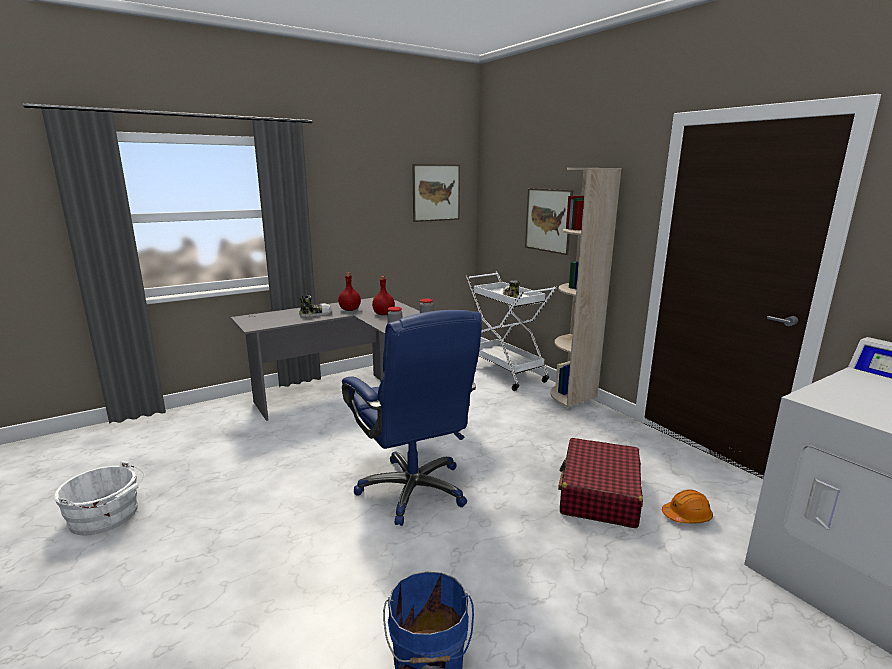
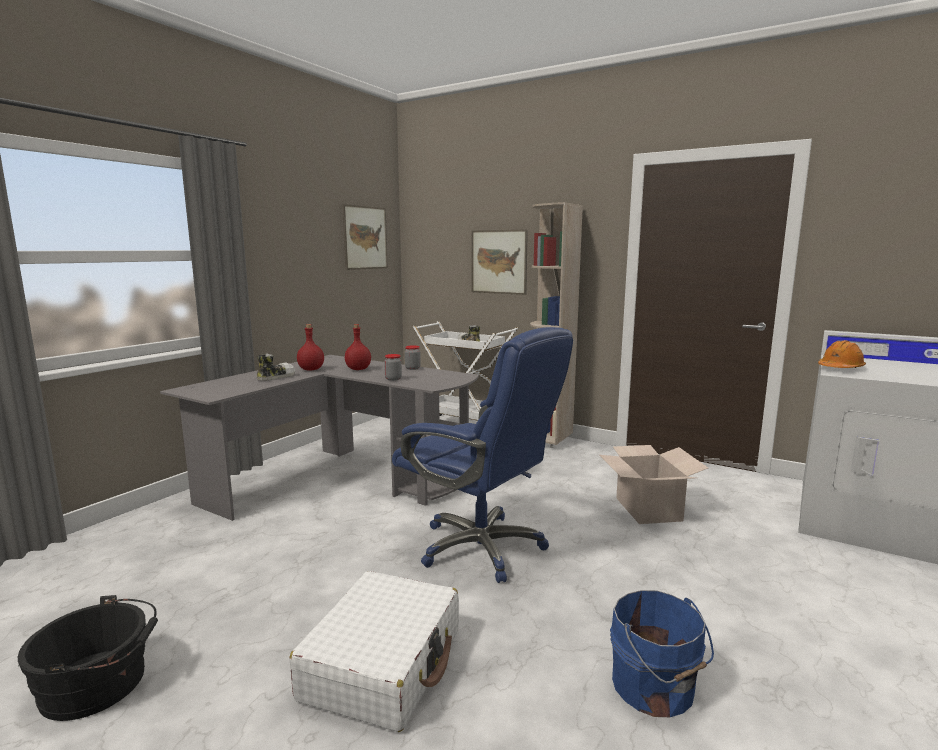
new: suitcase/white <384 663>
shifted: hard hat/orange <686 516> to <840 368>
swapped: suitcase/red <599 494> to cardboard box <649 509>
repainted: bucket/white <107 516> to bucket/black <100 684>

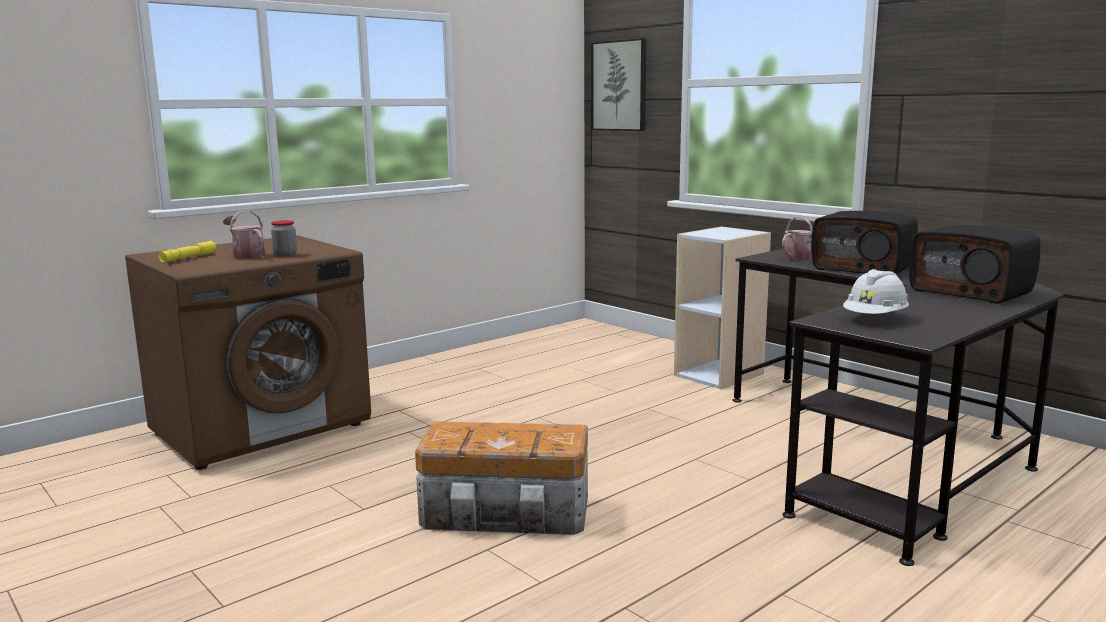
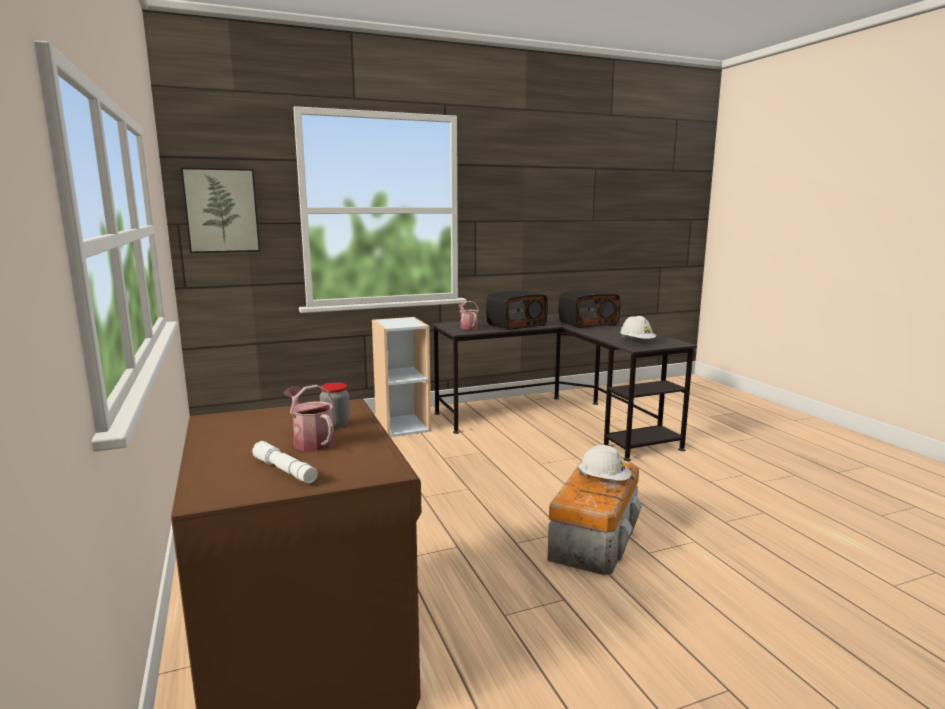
new: hard hat/white <604 480>
repainted: flashlight/yellow <188 258> to flashlight/white <285 470>
rotated: watering can <246 255> = <311 441> 75 degrees clockwise

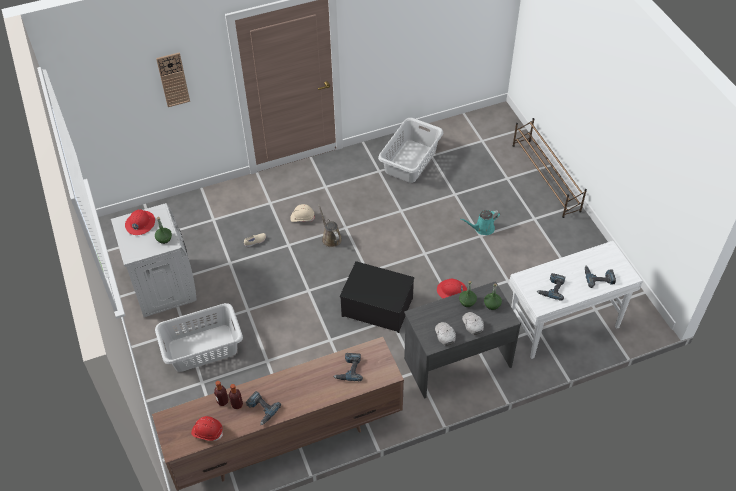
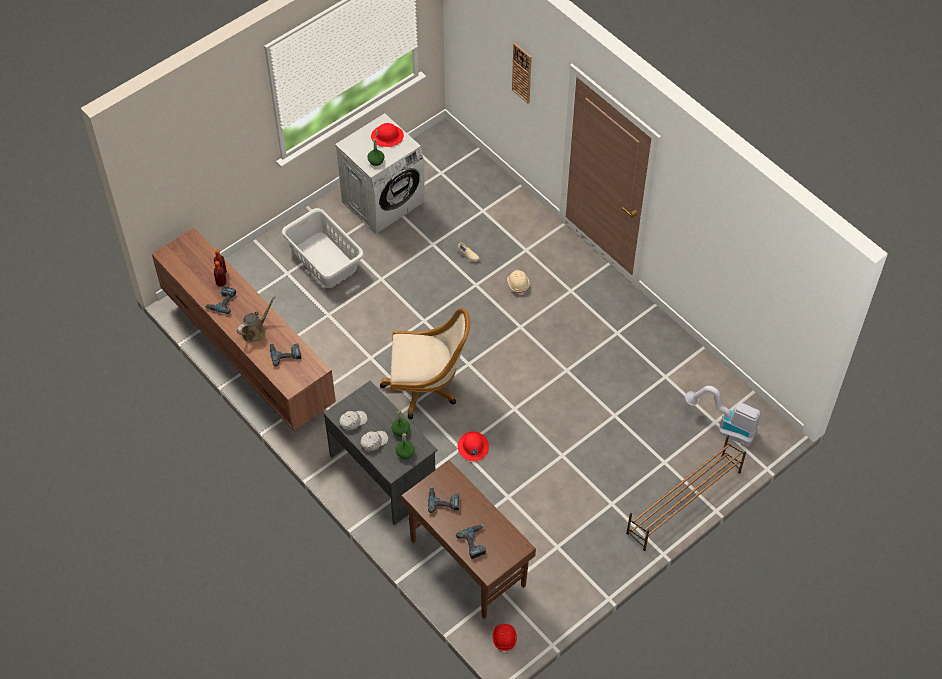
gone: laundry basket/grey <411 161>; watering can/turquoise <482 228>
new: vacuum cleaner <724 427>
shifted: hard hat/red <207 432> to <504 638>; watering can/brown <330 238> to <255 331>
swapped: storage box <378 306> to office chair <426 386>
repainted: console table/white <563 325> to console table/brown <467 563>

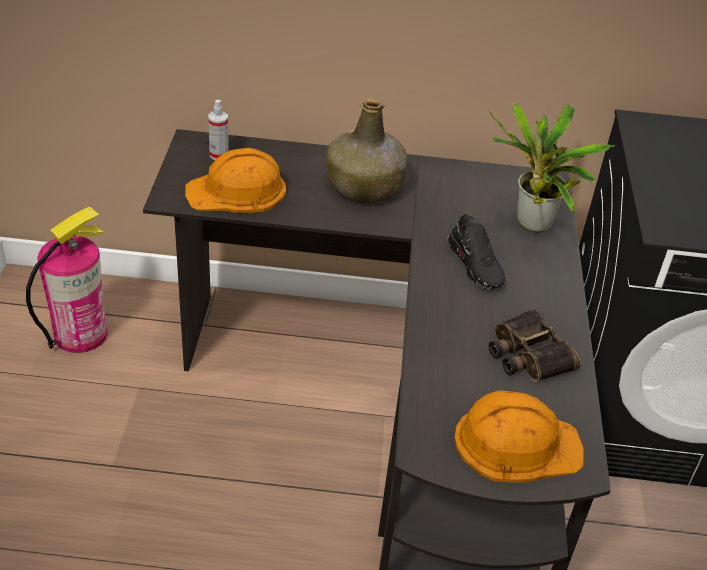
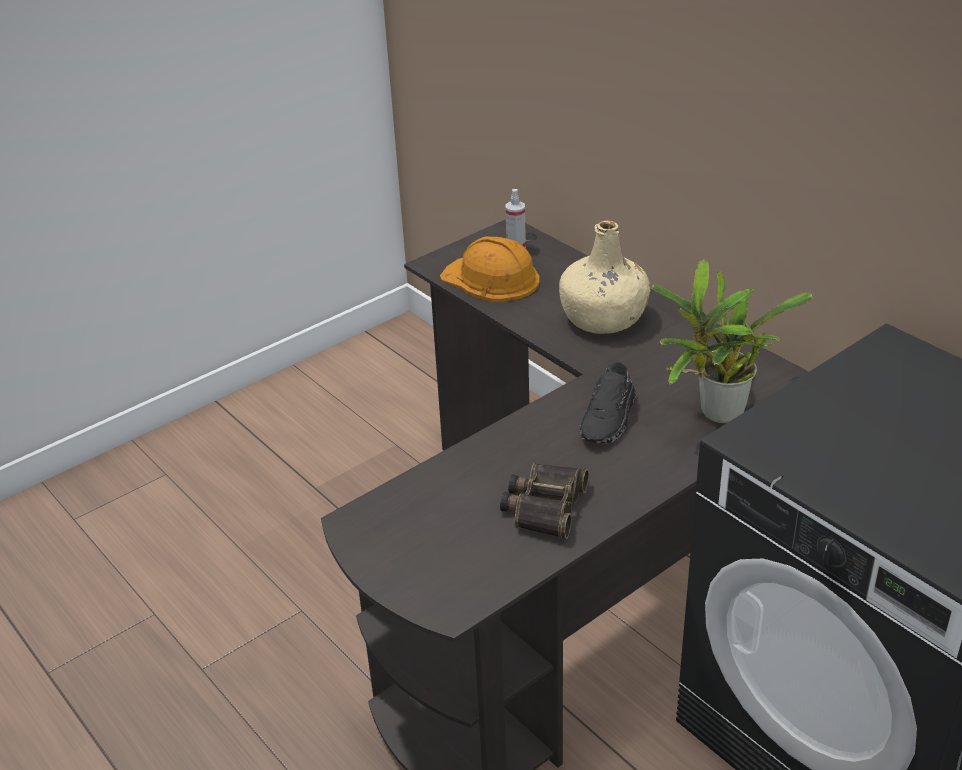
gone: fire extinguisher <80 334>; hard hat/orange <516 443>
repainted: bottle/green <365 187> to bottle/beige <604 318>

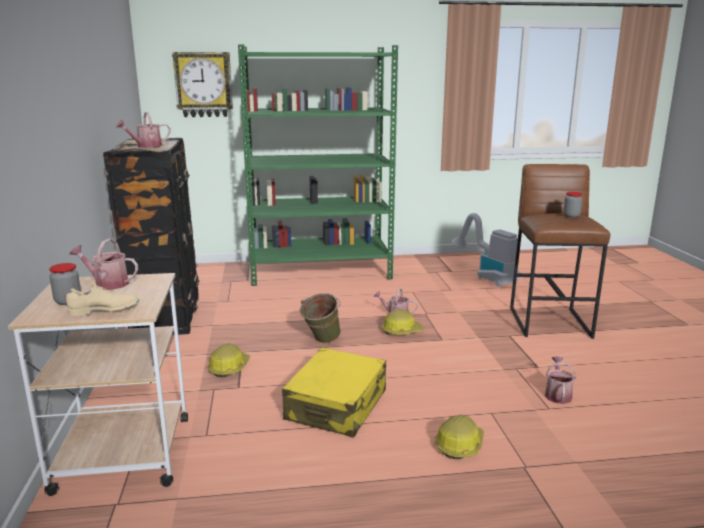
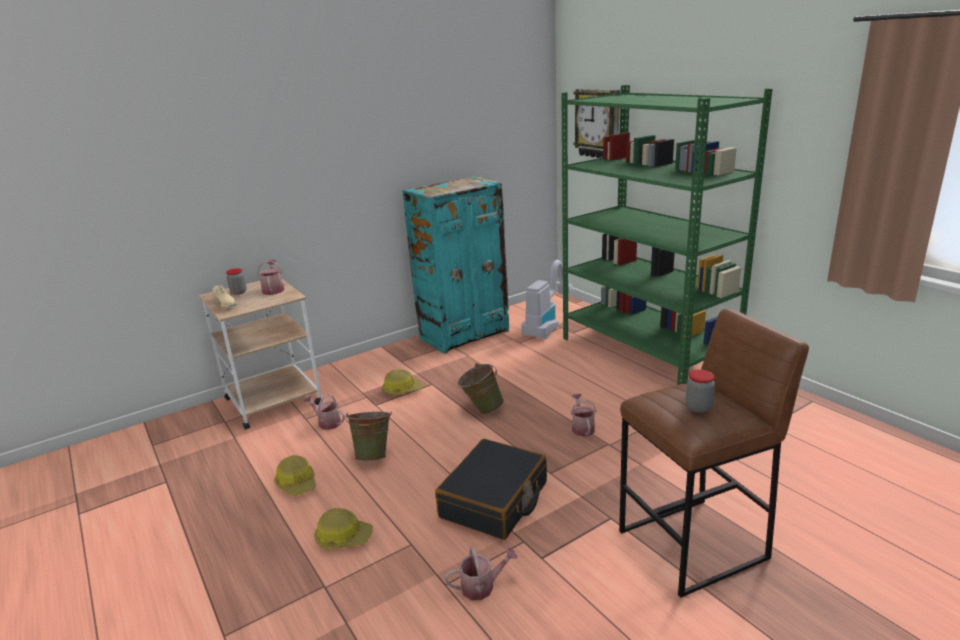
new: suitcase/black <494 500>
shifted: watering can <146 146> to <327 423>; hard hat <401 331> to <297 483>; vacuum cleaner <486 276> to <547 325>
swapped: suitcase/yellow <336 405> to bucket/green <374 455>
repainted: cabinet/black <166 316> to cabinet/turquoise <464 334>

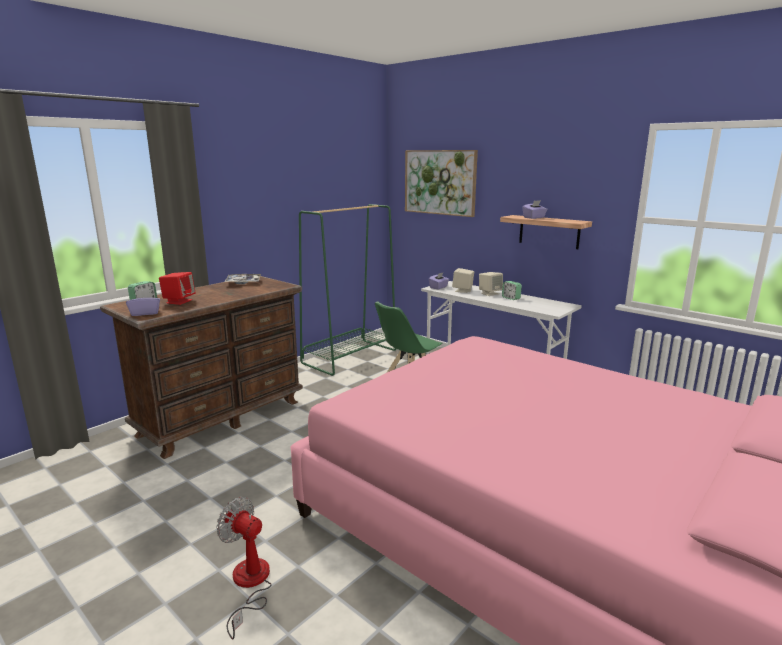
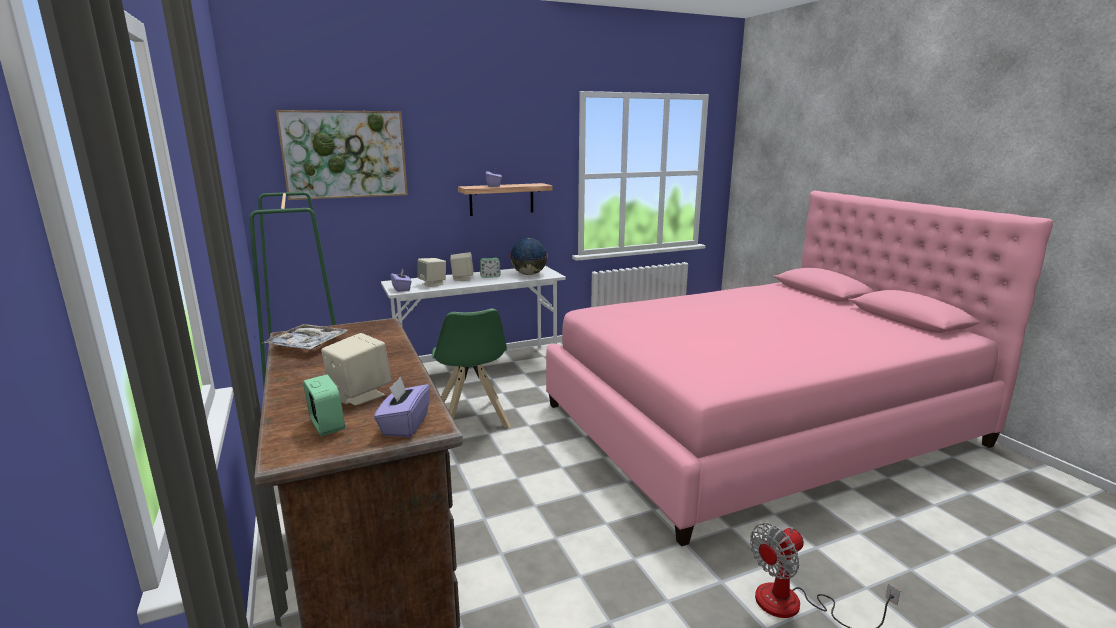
new: globe <529 274>
repainted: speaker/red <179 301> to speaker/beige <359 395>

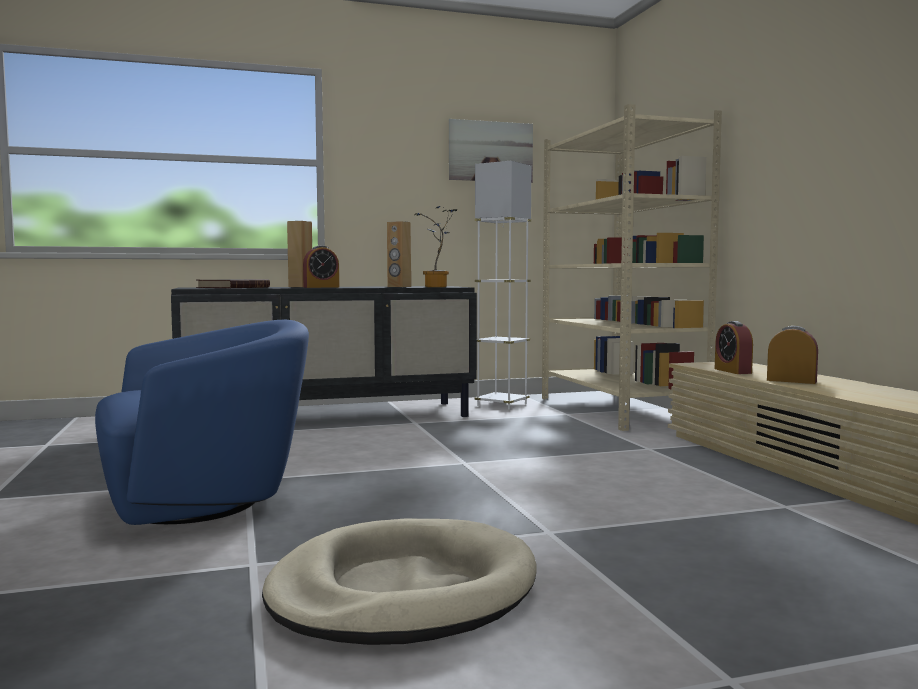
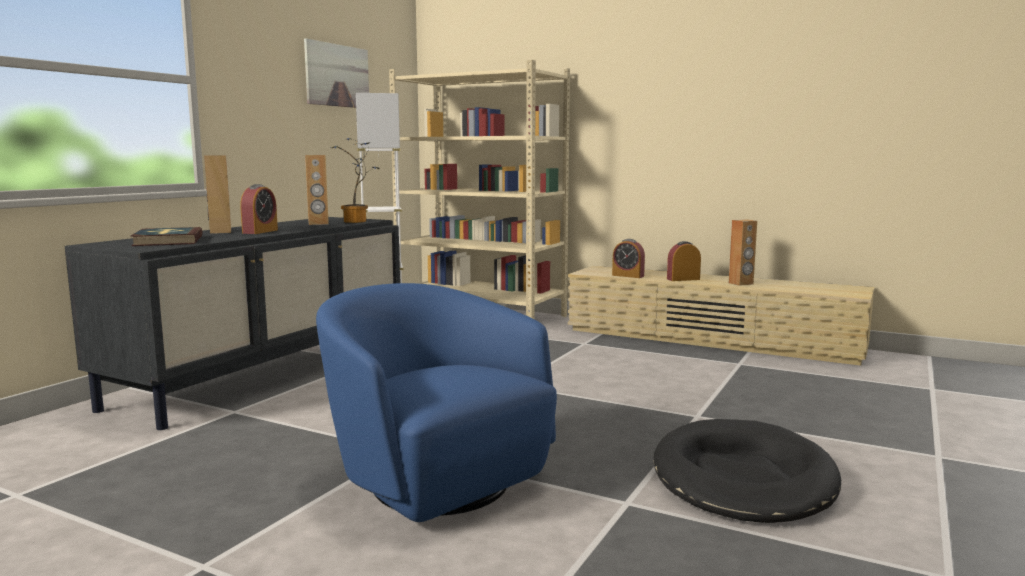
new: speaker/brown <741 283>
repainted: dog bed/beige <402 591> to dog bed/black <743 478>
rotated: armchair/blue <204 501> = <433 479> 60 degrees counterclockwise

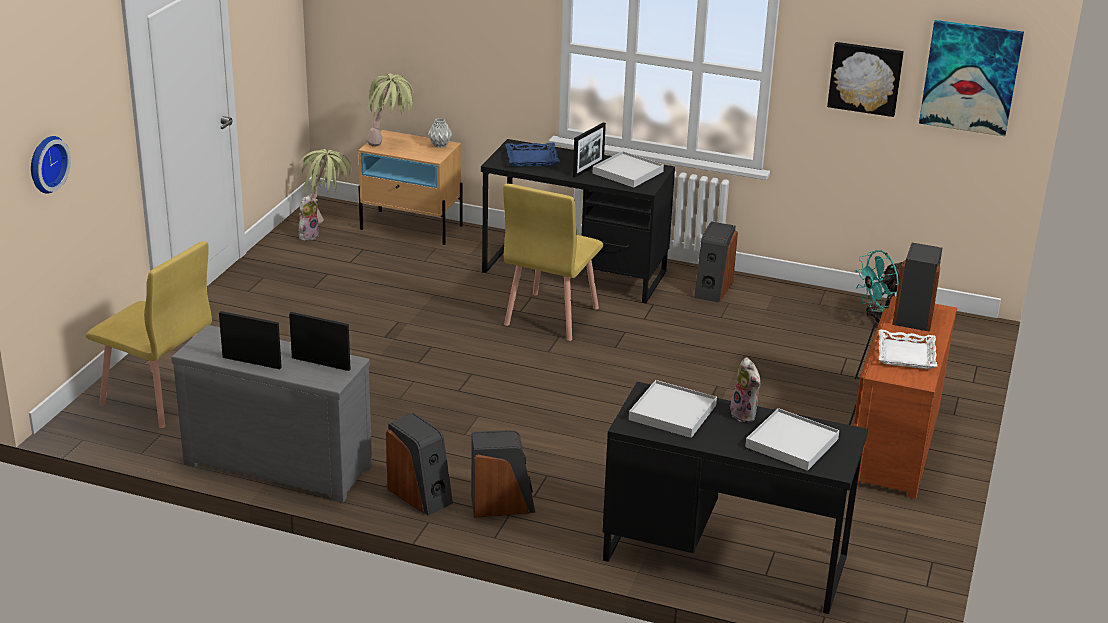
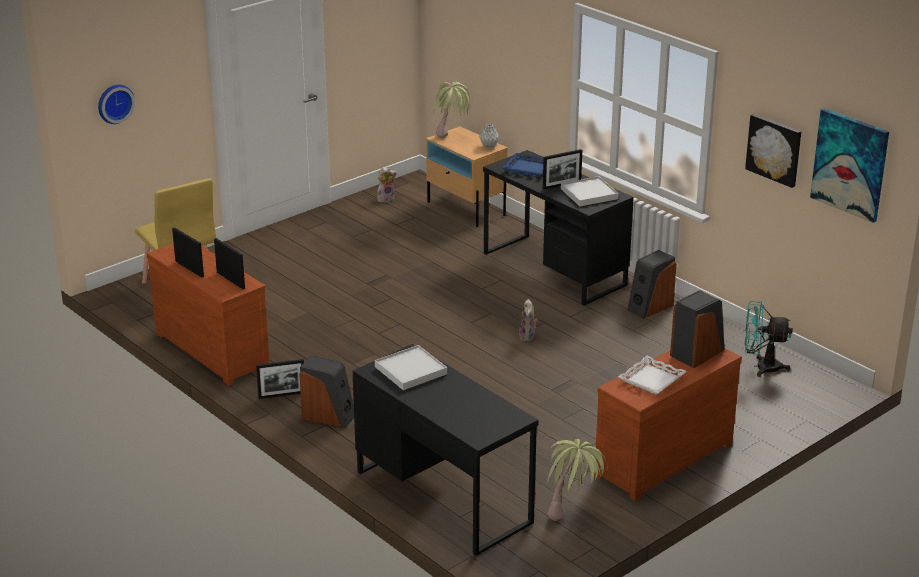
gone: chair/yellow <550 316>; tray/white <792 443>
shifted: potted plant <327 218> to <573 513>; plush toy <745 414> to <528 337>
swapped: speaker <420 495> to picture frame <282 395>
repainted: dresser/grey <280 462> to dresser/brown <214 349>

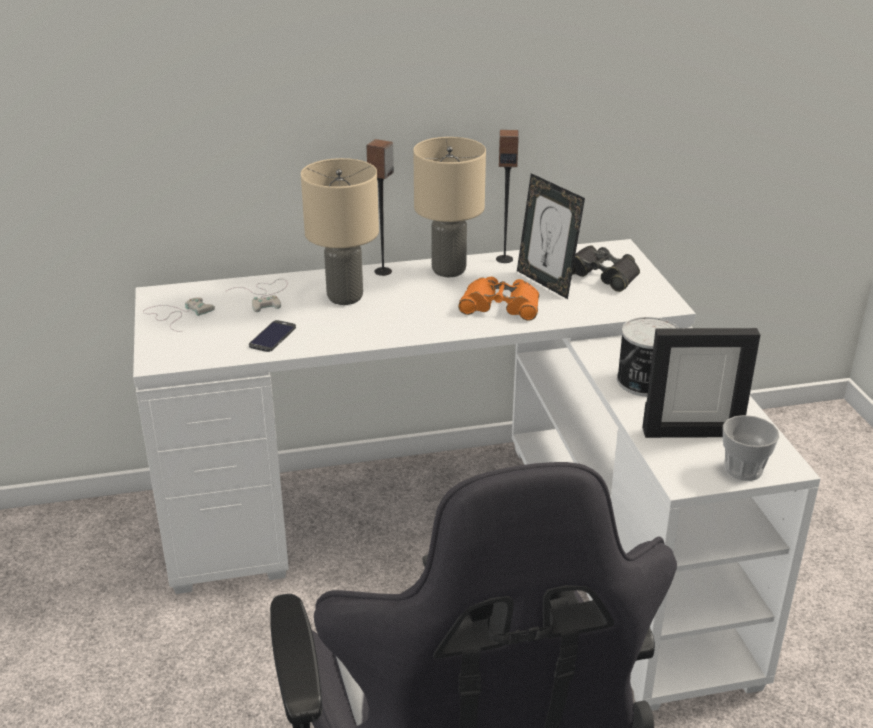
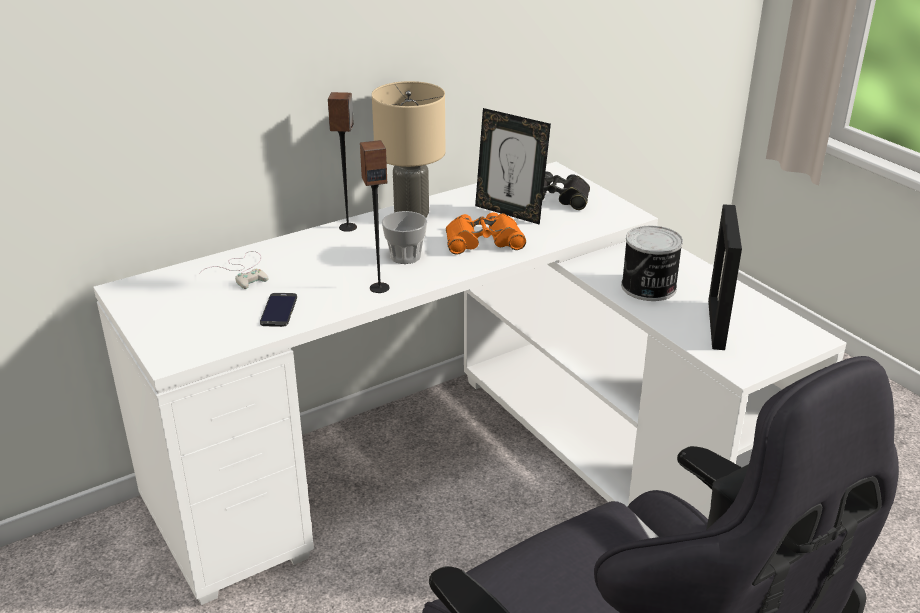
gone: game controller/white <177 315>; table lamp/beige <343 299>
shifted: speaker <504 259> to <379 288>; cup <743 469> to <405 256>
rotated: picture frame <691 432> = <718 324> 120 degrees clockwise

